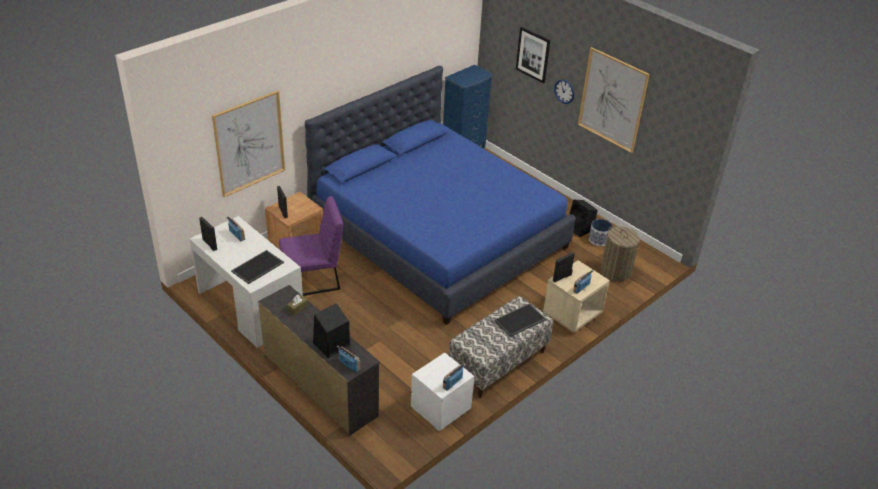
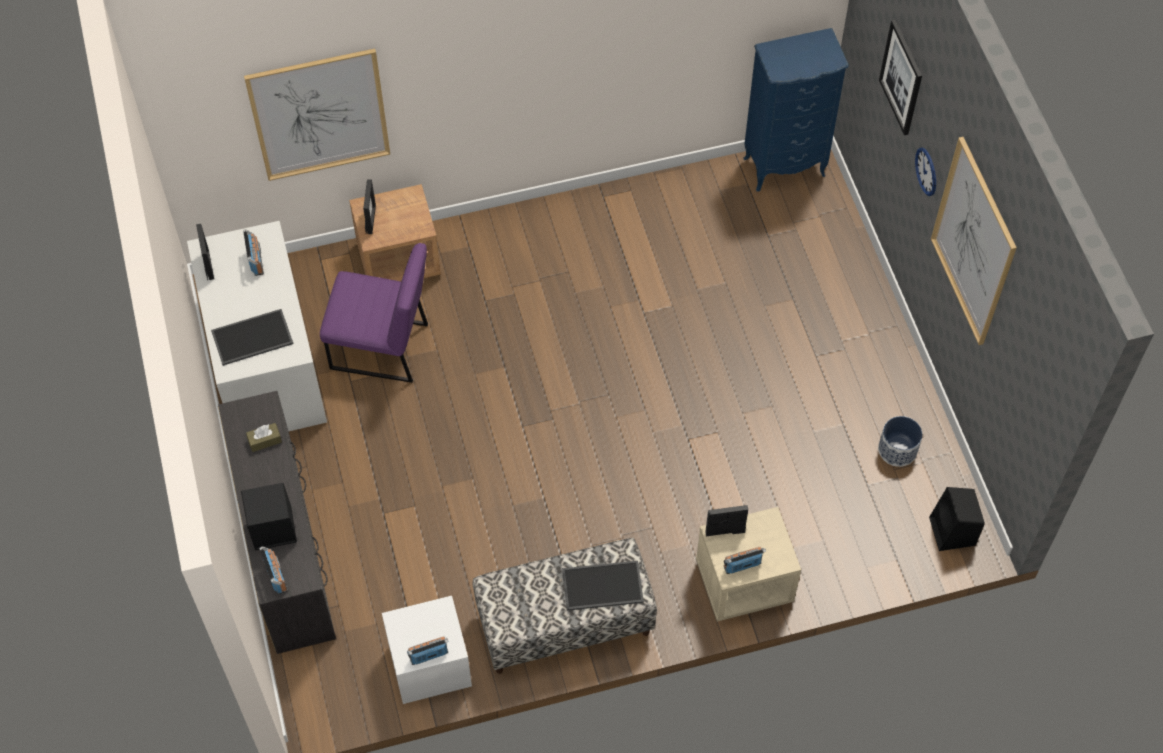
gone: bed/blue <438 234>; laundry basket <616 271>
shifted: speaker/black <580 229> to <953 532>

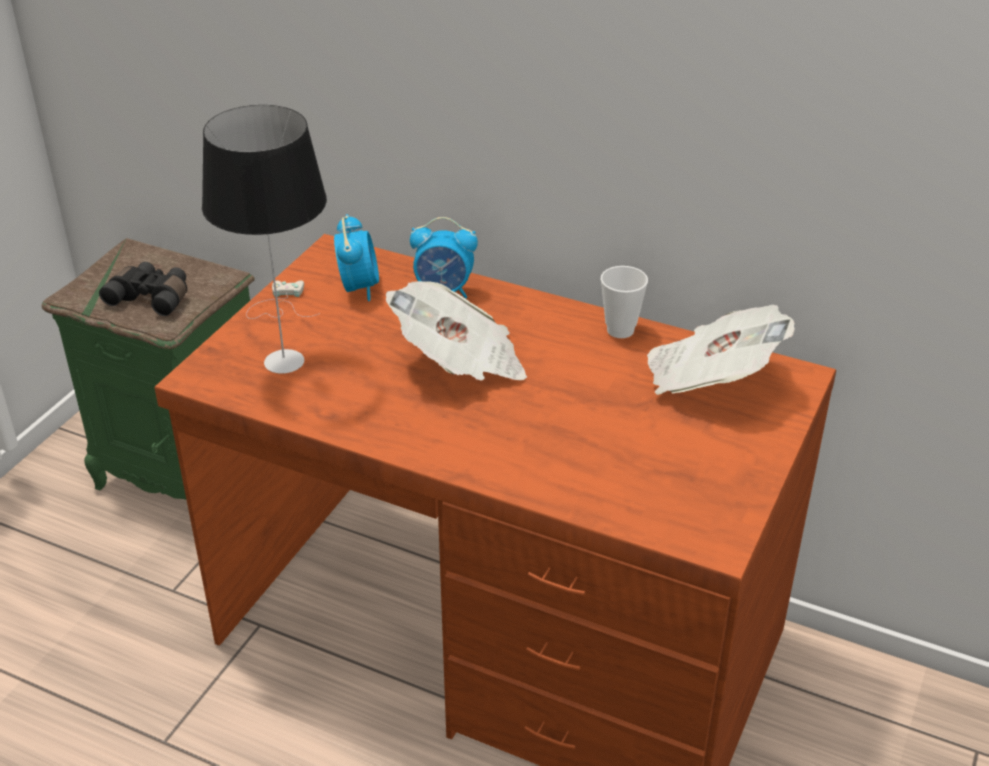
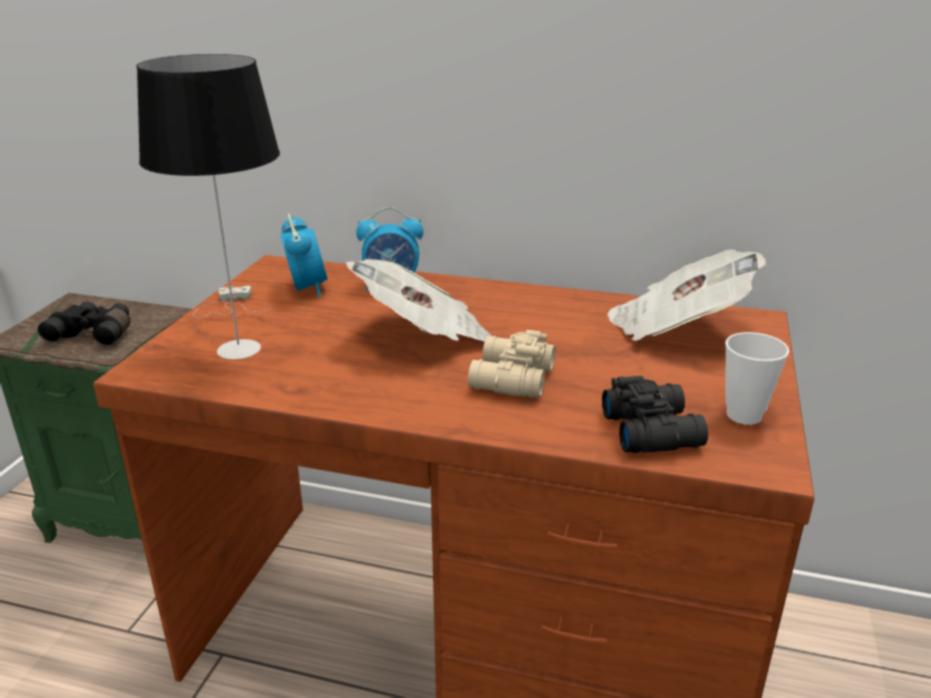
new: binoculars/beige <509 379>; binoculars/black <652 429>
shifted: cup <620 330> to <744 415>

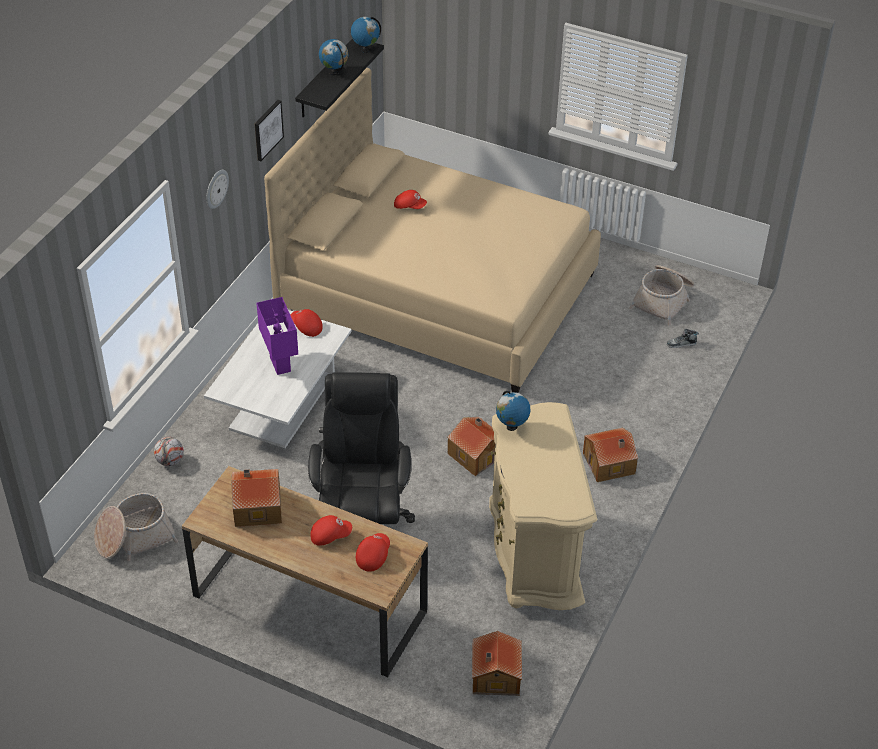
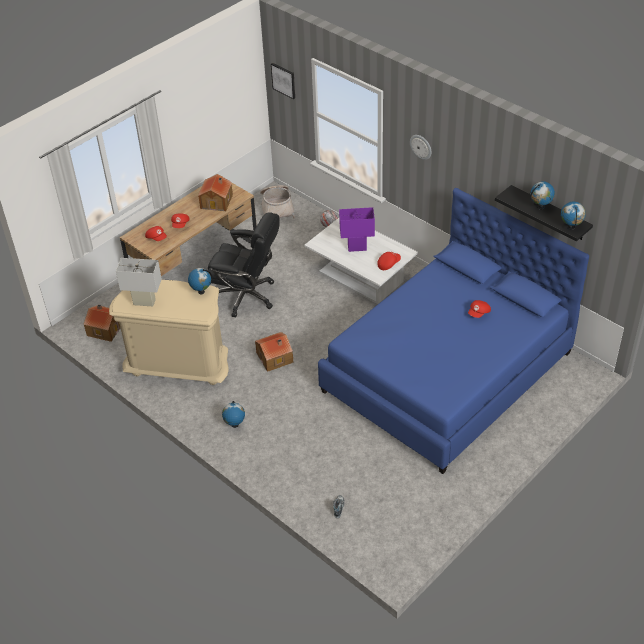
gone: basket <663 300>
new: table lamp/white <144 302>
shifted: picture <267 130> to <283 80>
swapped: toy house <610 464> to globe <234 425>
repainted: bed/beige <437 292> to bed/blue <447 372>

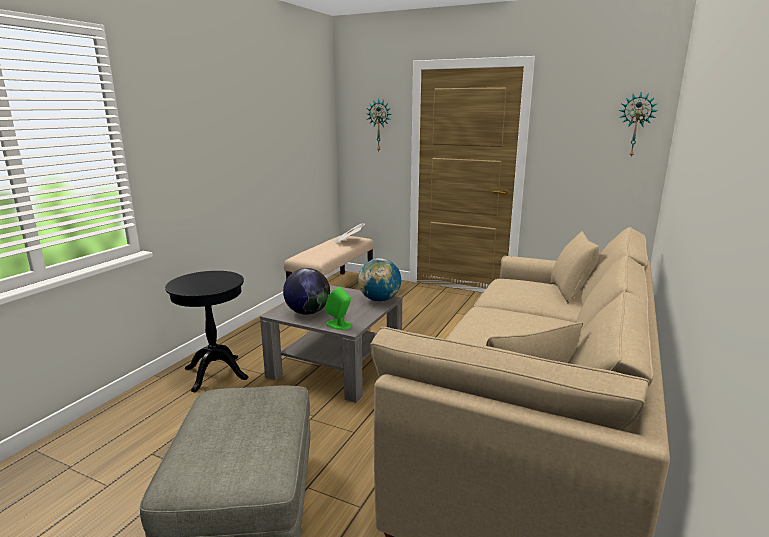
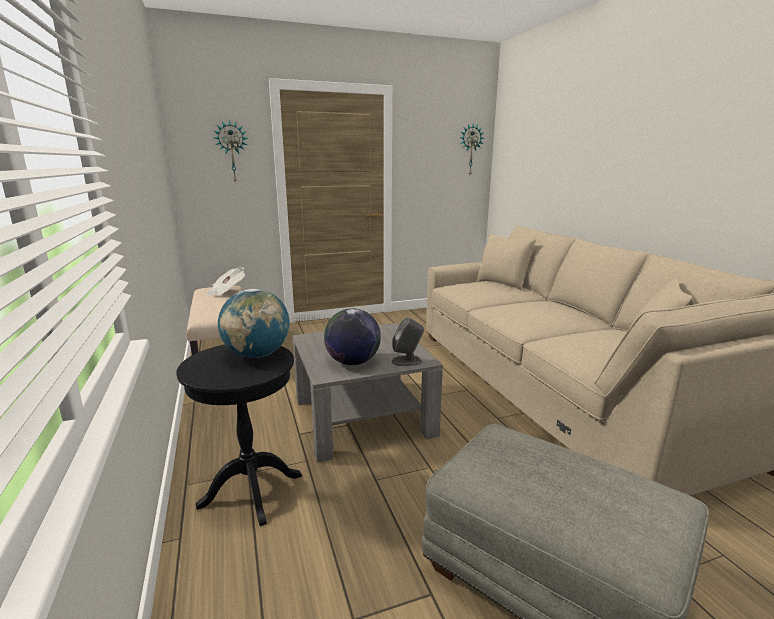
shifted: globe <379 300> to <257 355>
repainted: speaker/green <339 325> to speaker/grey <407 361>

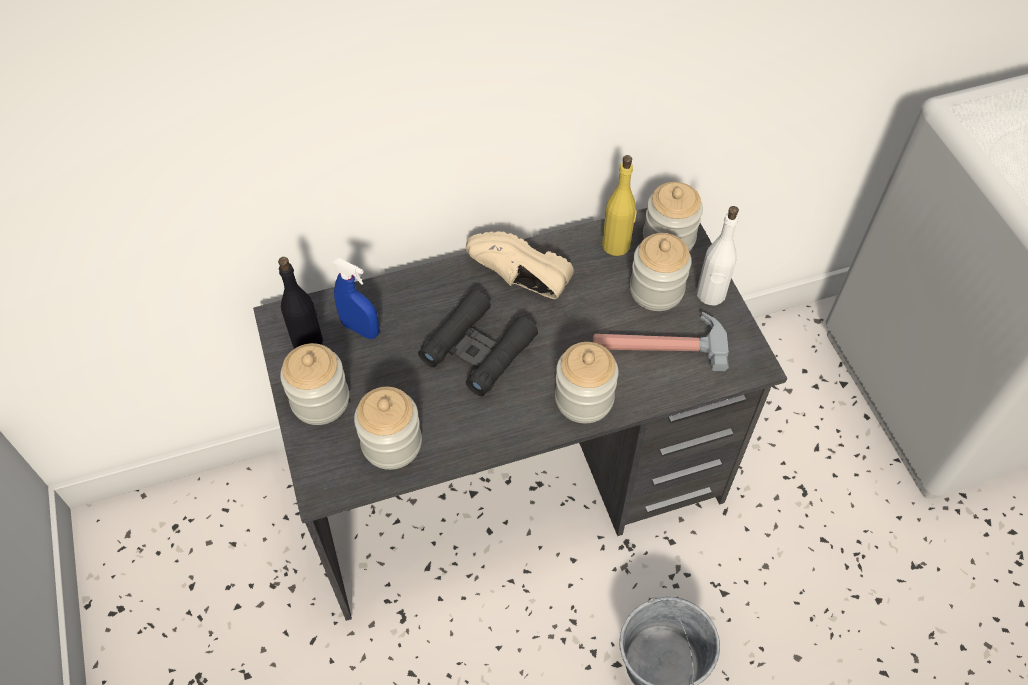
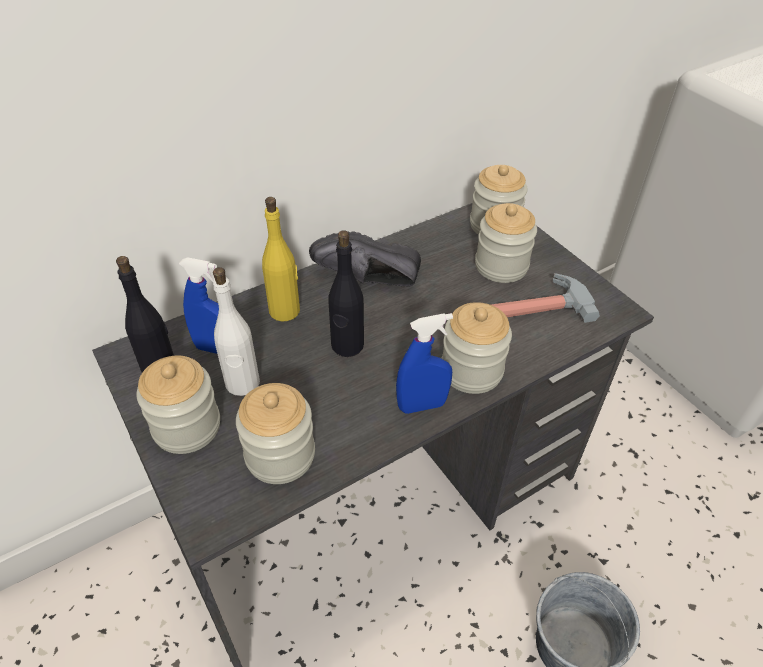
new: spray bottle/blue <422 405>
shifted: bottle/yellow <616 245> to <285 311>; bottle/white <711 294> to <242 383>
swapped: binoculars/black <478 349> to bottle/black <347 346>
repainted: shoe/beige <517 281> to shoe/black <366 280>

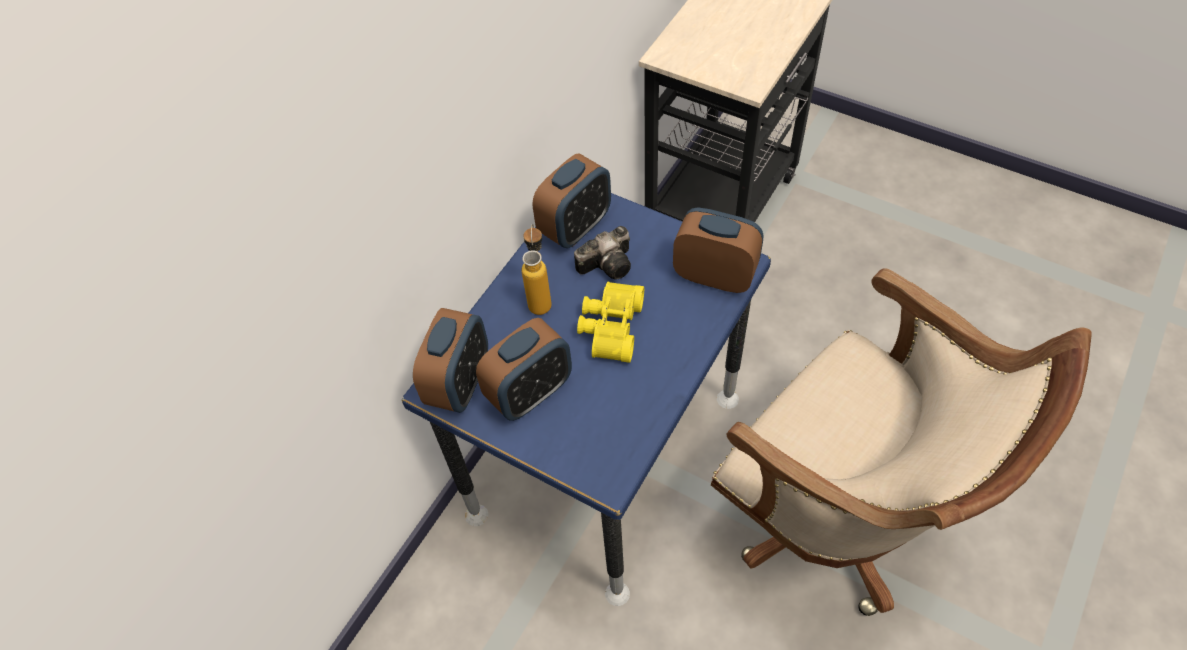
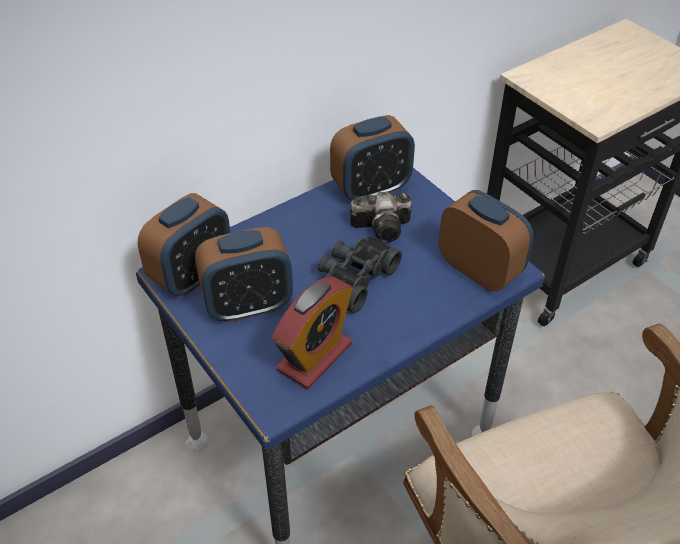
gone: bottle <540 298>
new: alarm clock <314 357>
repainted: binoculars/yellow <609 327> to binoculars/black <353 278>

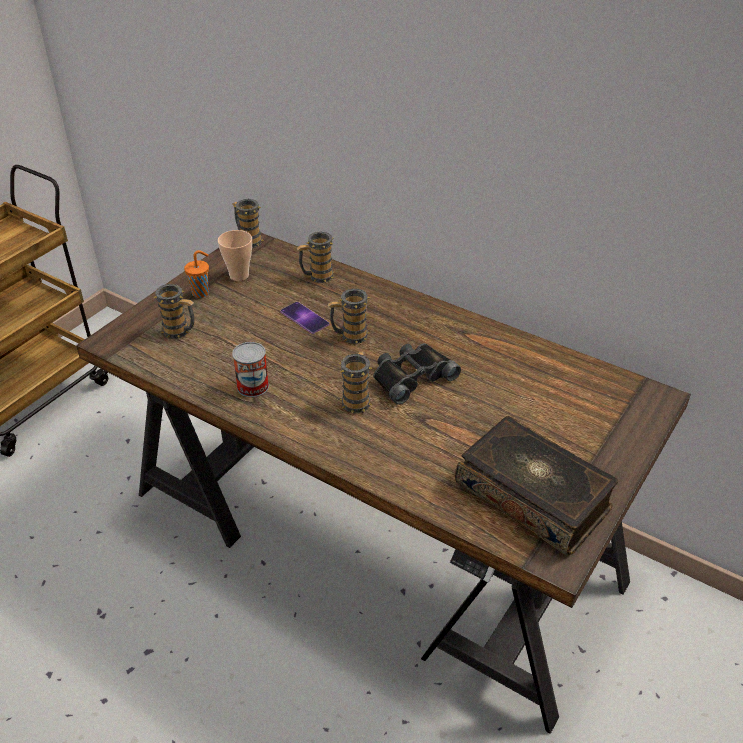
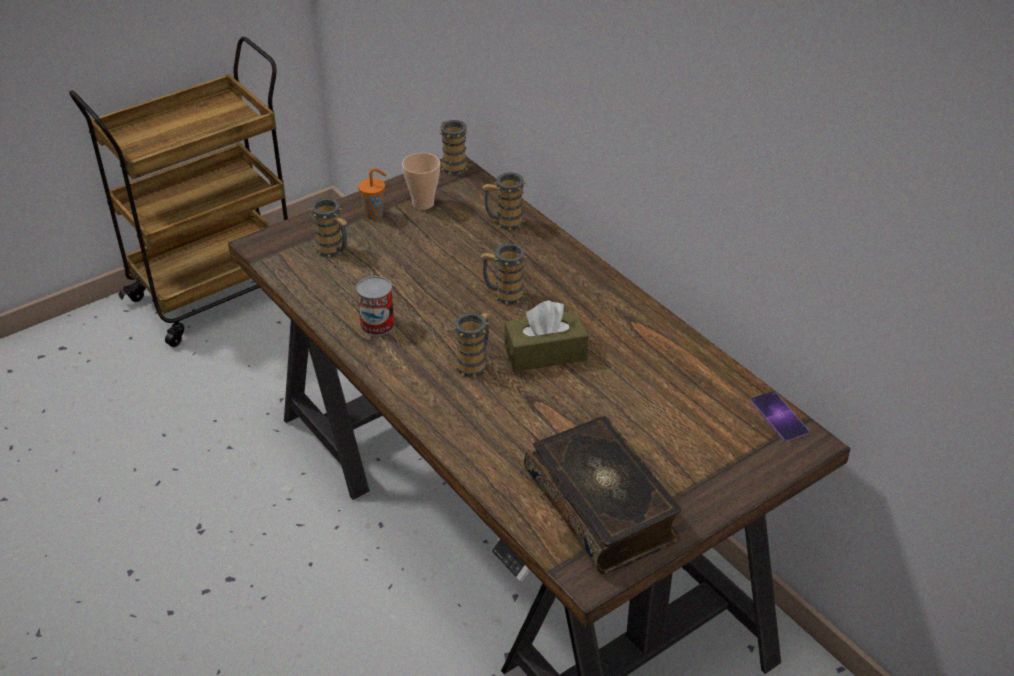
shifted: phone <304 318> to <779 416>
swapped: binoculars/black <411 376> to tissue box/brown <545 353>

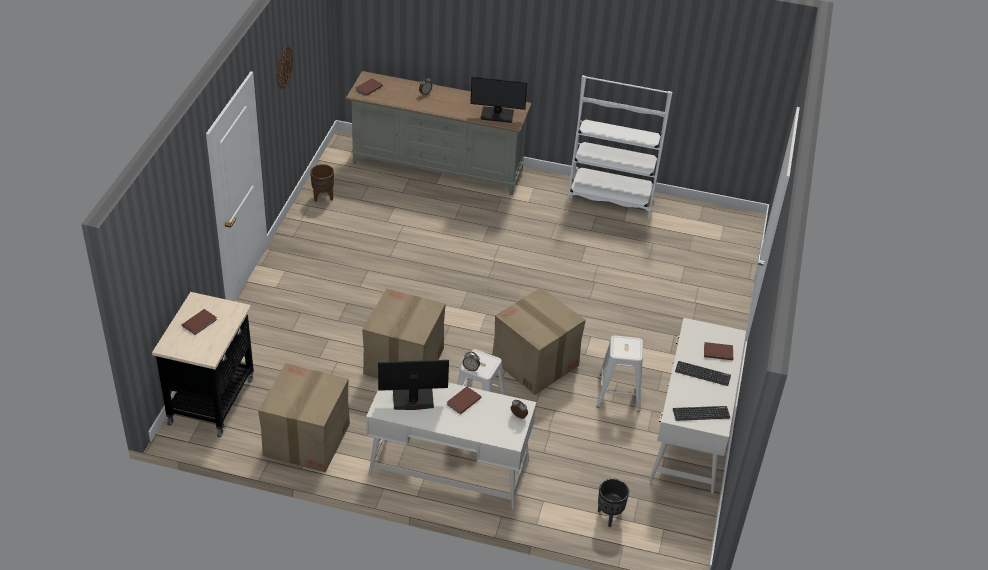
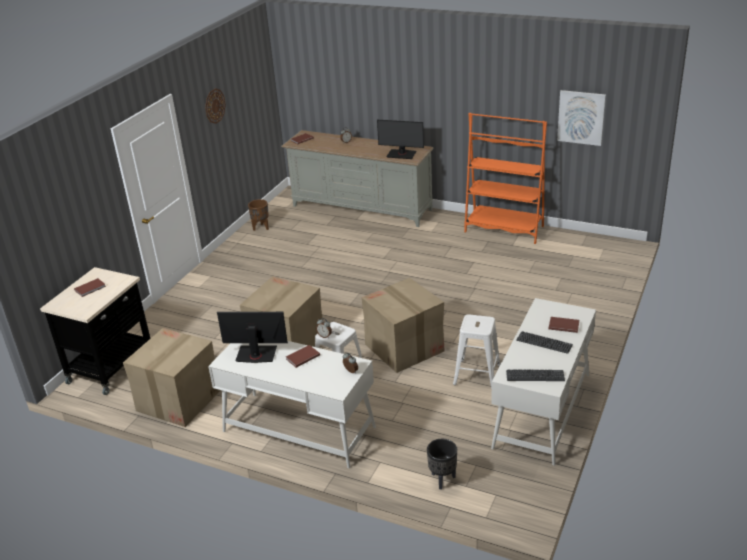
new: picture <581 117>
repainted: bookcase/white <610 198> to bookcase/orange <504 229>

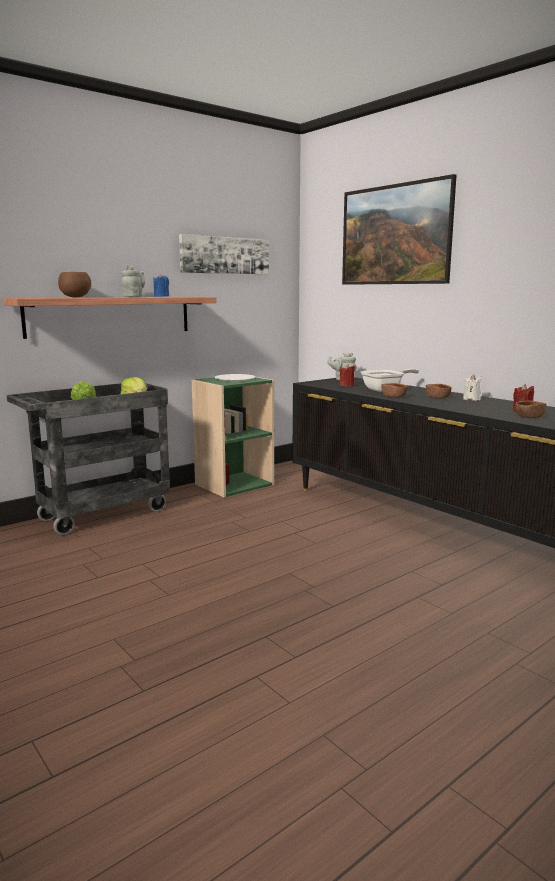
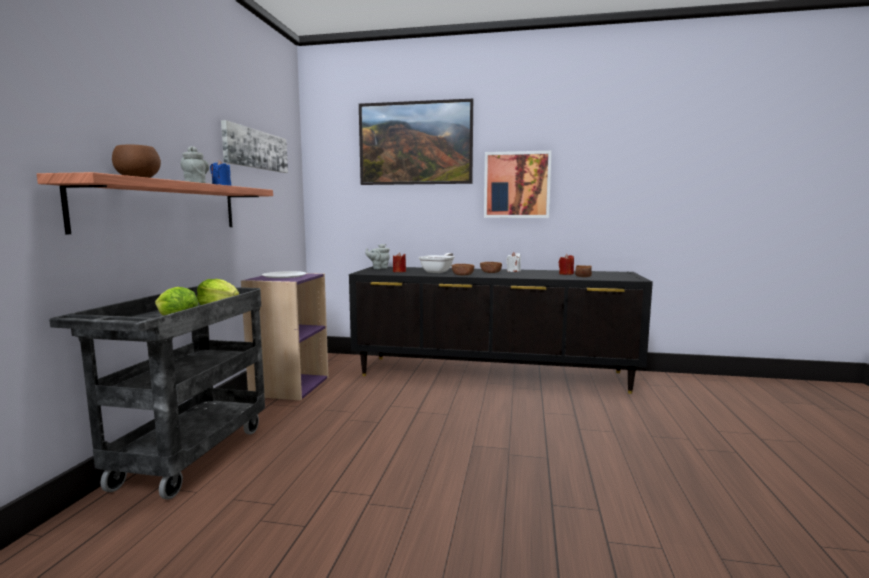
new: picture <517 185>
repainted: bookcase/green <234 484> to bookcase/purple <290 386>

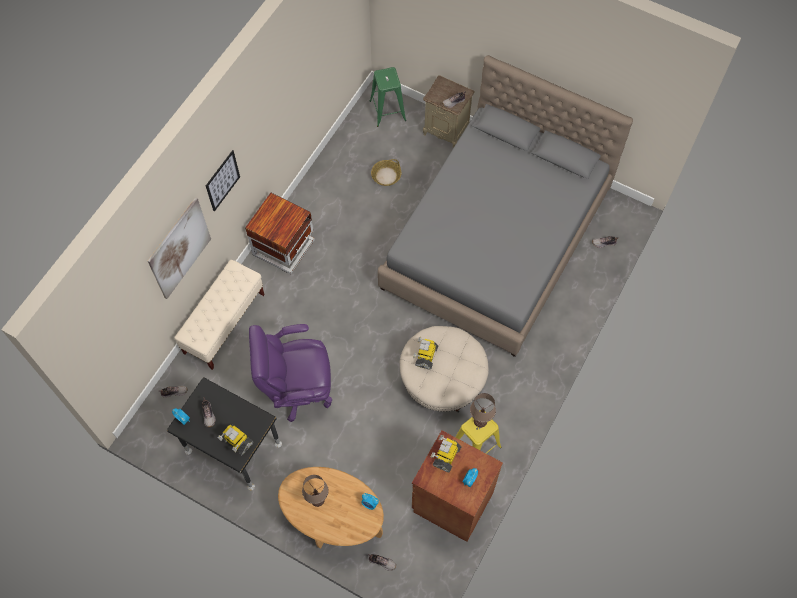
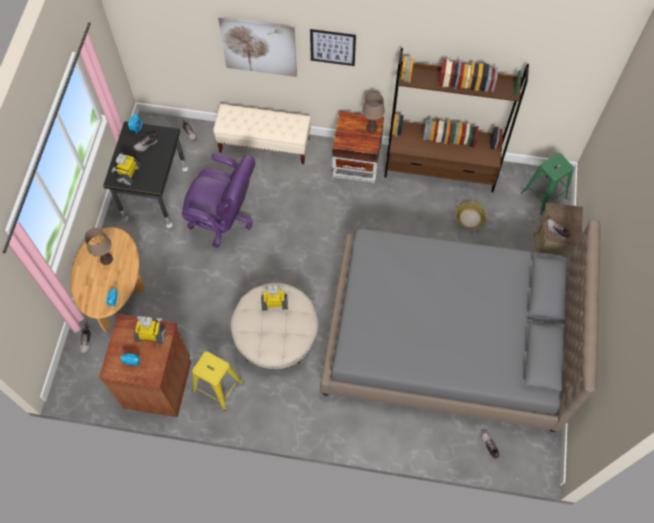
new: bookcase/brown <440 170>
shifted: table lamp/brown <480 421> to <371 127>
rotated: office chair/purple <297 388> = <224 221> 135 degrees clockwise

